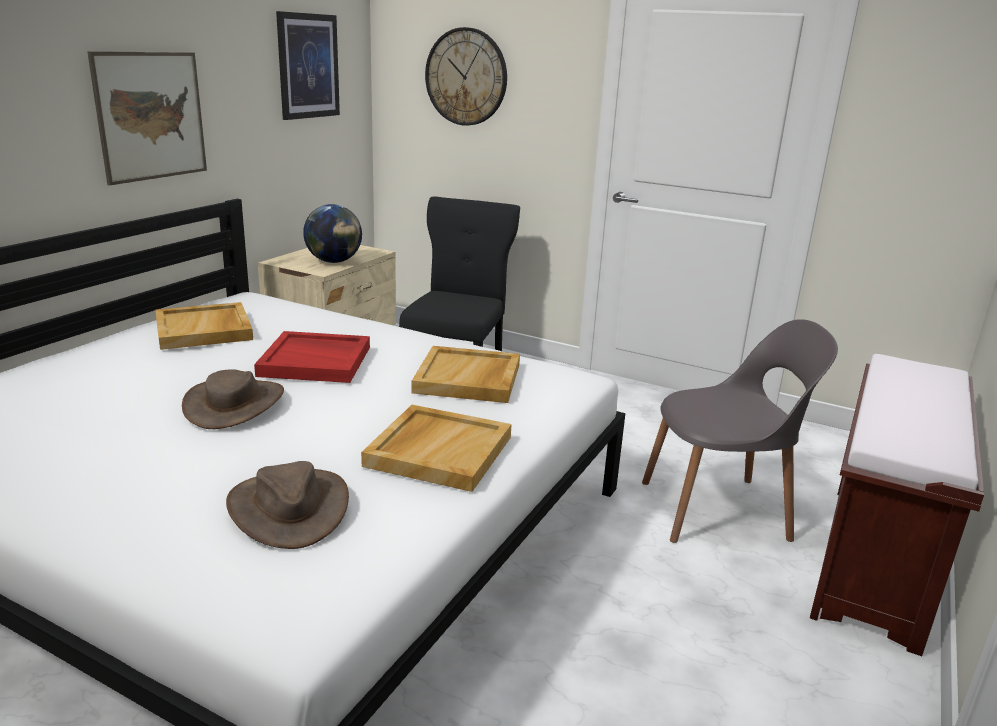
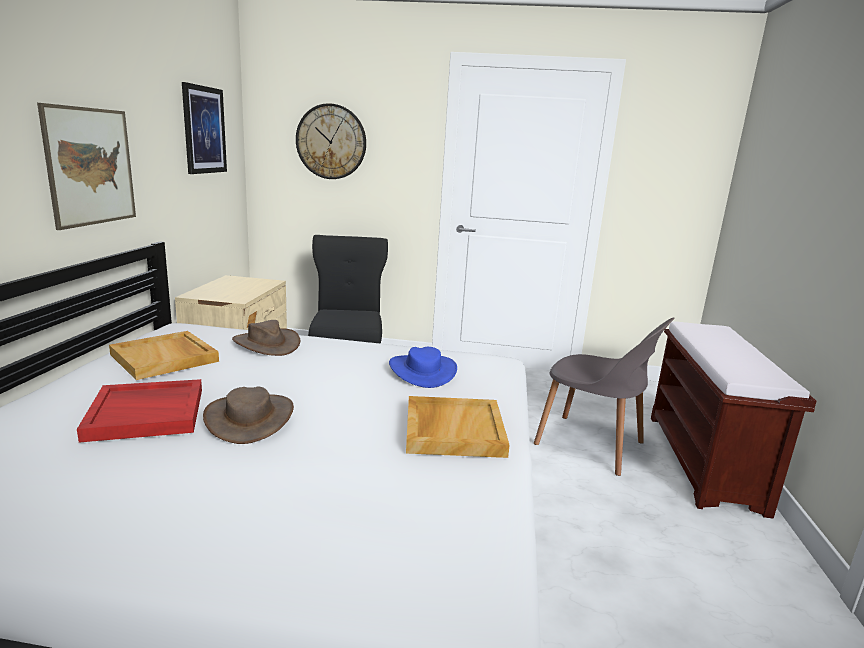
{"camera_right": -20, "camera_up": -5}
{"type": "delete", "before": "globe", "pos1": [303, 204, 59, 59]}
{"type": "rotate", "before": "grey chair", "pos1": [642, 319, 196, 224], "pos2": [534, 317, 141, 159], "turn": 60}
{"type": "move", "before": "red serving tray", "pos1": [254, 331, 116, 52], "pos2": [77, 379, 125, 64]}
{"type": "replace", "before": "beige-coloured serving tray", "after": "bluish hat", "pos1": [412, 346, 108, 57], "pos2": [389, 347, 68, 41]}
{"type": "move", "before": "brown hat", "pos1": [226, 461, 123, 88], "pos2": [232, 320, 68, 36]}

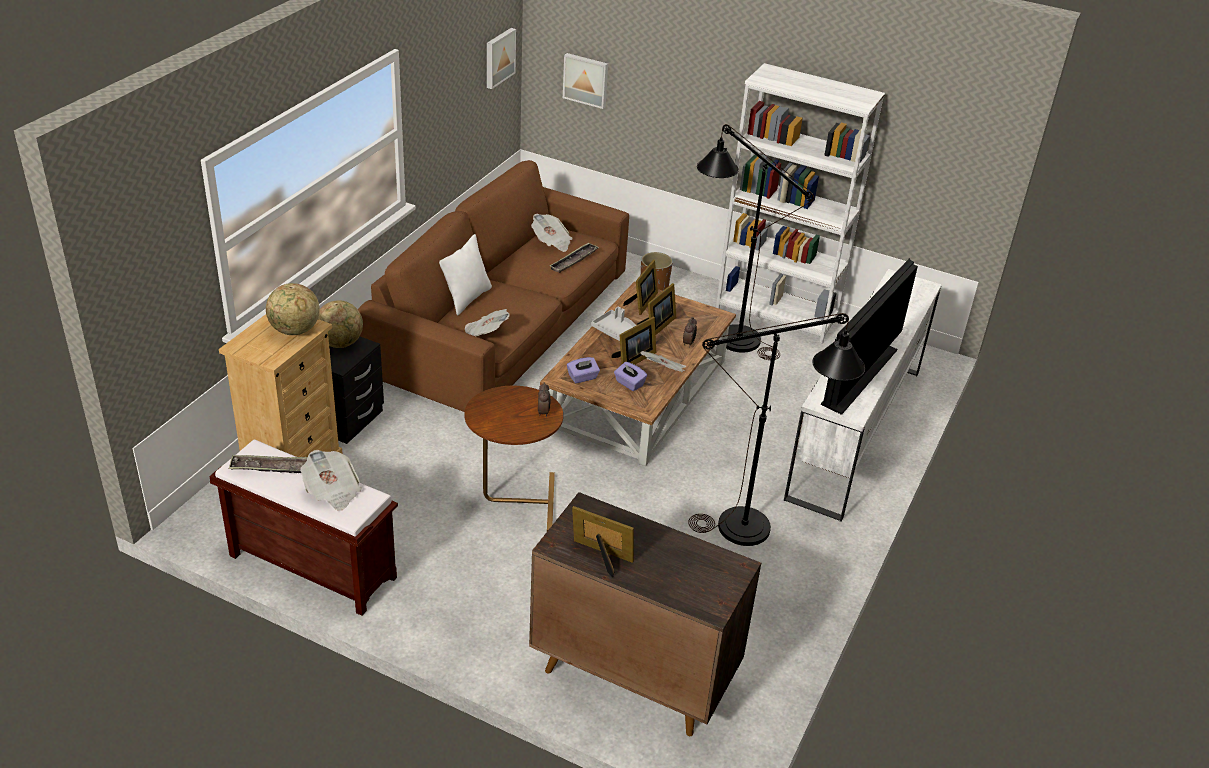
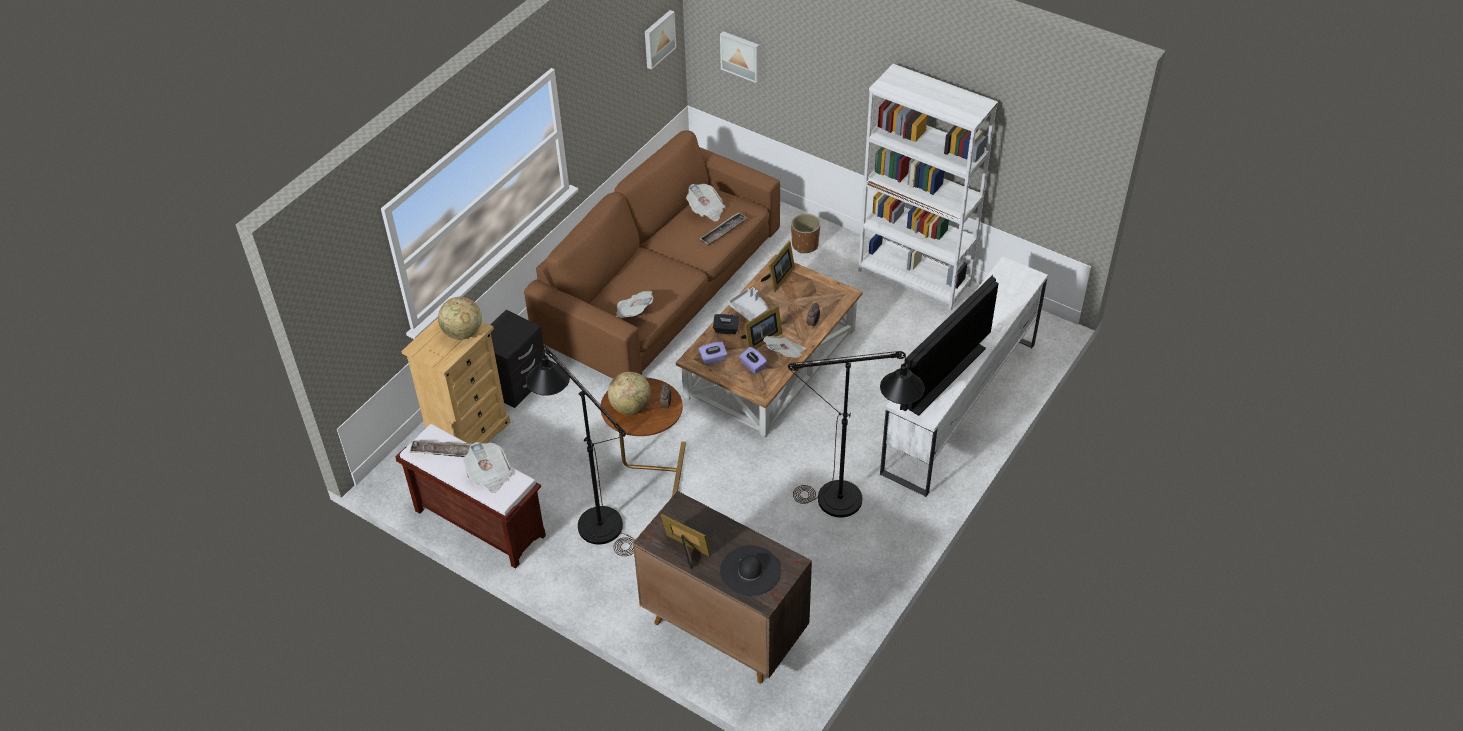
{"camera_right": 10, "camera_up": 10}
{"type": "move", "before": "blackish floor lamp", "pos1": [697, 124, 117, 236], "pos2": [526, 345, 109, 211]}
{"type": "delete", "before": "white pillow", "pos1": [439, 234, 53, 81]}
{"type": "delete", "before": "picture frame", "pos1": [637, 283, 39, 52]}
{"type": "move", "before": "globe", "pos1": [318, 300, 45, 48], "pos2": [608, 372, 43, 43]}
{"type": "insert", "after": "blackish tissue box", "pos2": [713, 314, 26, 21]}
{"type": "insert", "after": "blackish hat", "pos2": [720, 545, 61, 51]}

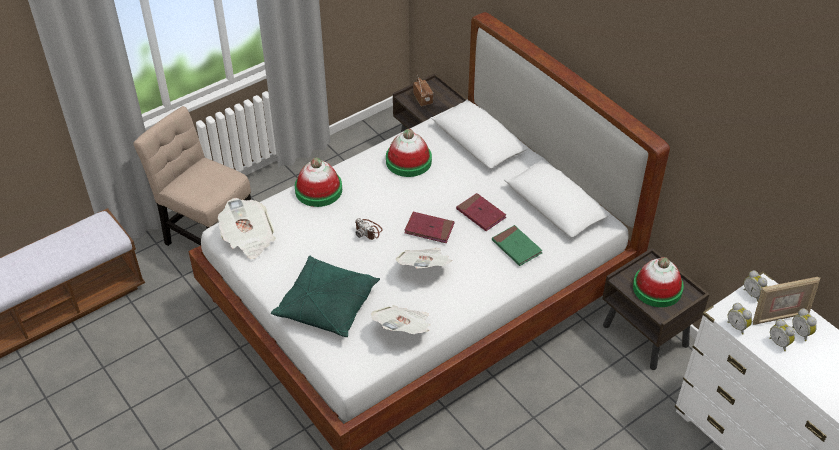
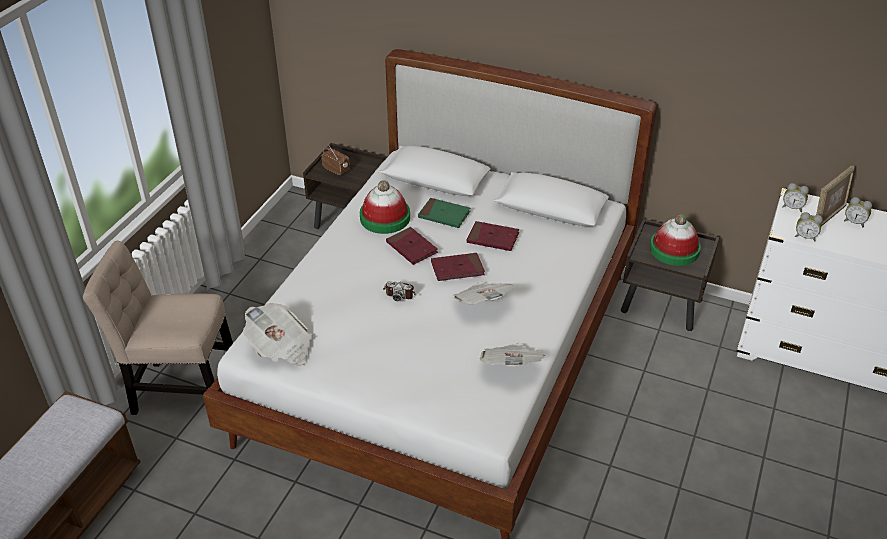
{"camera_right": -30, "camera_up": -5}
{"type": "delete", "before": "hat", "pos1": [295, 158, 47, 49]}
{"type": "move", "before": "green-coloured bound book", "pos1": [492, 225, 50, 41], "pos2": [418, 198, 52, 30]}
{"type": "delete", "before": "green-coloured pillow", "pos1": [271, 256, 109, 81]}
{"type": "delete", "before": "alarm clock", "pos1": [769, 319, 26, 32]}
{"type": "insert", "after": "red bound book", "pos2": [386, 227, 52, 38]}

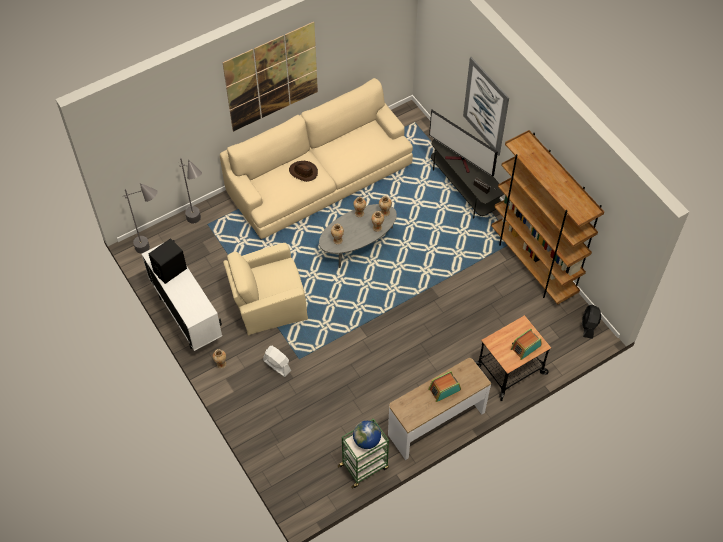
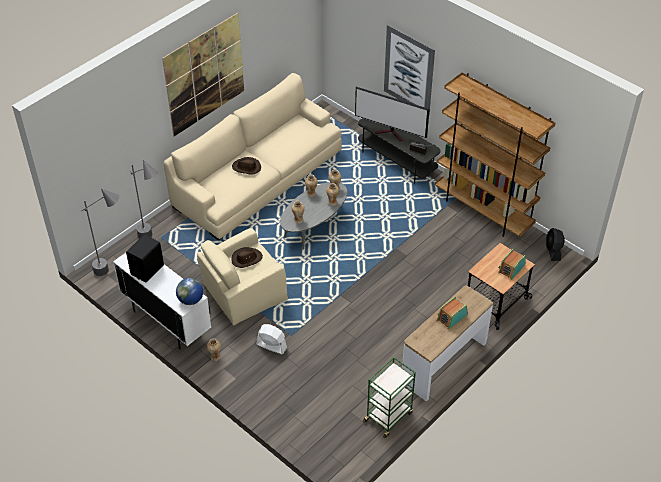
{"camera_right": -15, "camera_up": -10}
{"type": "move", "before": "globe", "pos1": [353, 421, 28, 28], "pos2": [176, 278, 27, 27]}
{"type": "insert", "after": "brown hat", "pos2": [231, 247, 32, 21]}

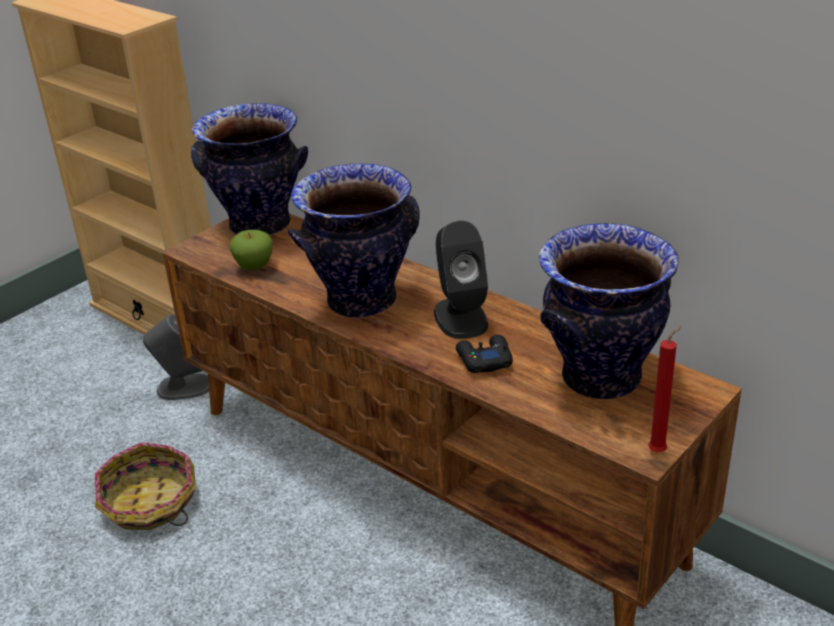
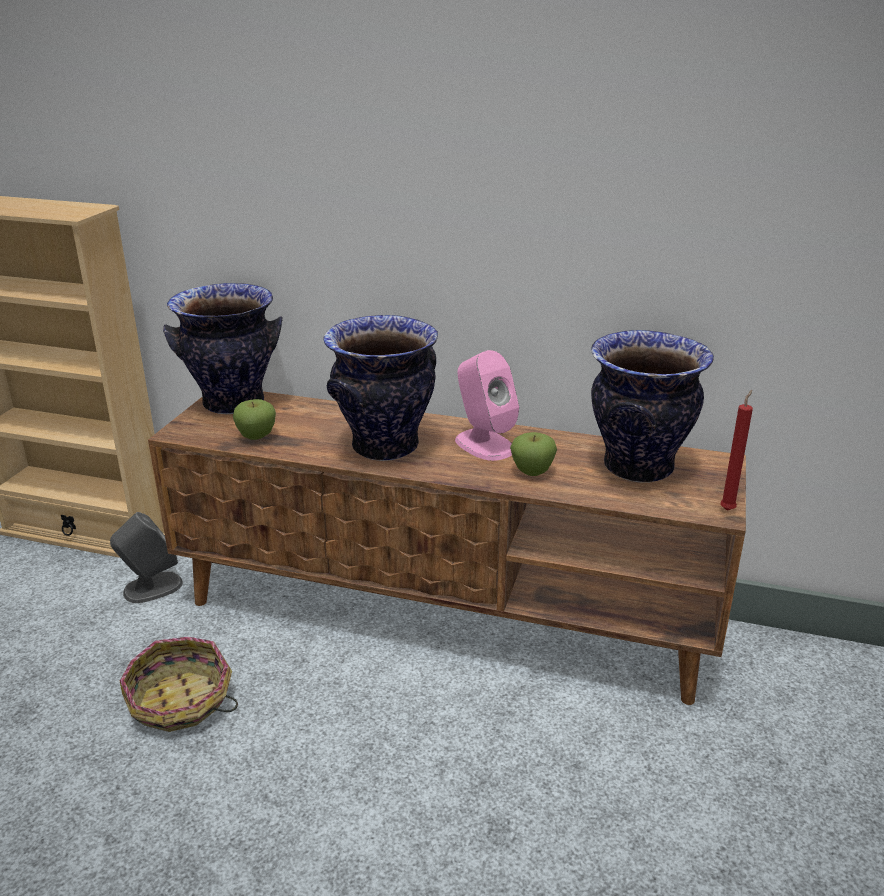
{"camera_right": -25, "camera_up": -5}
{"type": "recolor", "before": "blackish speaker", "after": "pink-coloured speaker", "pos1": [434, 221, 54, 118], "pos2": [455, 350, 64, 111]}
{"type": "replace", "before": "blackish joypad", "after": "whole apple", "pos1": [456, 335, 57, 38], "pos2": [510, 432, 47, 44]}

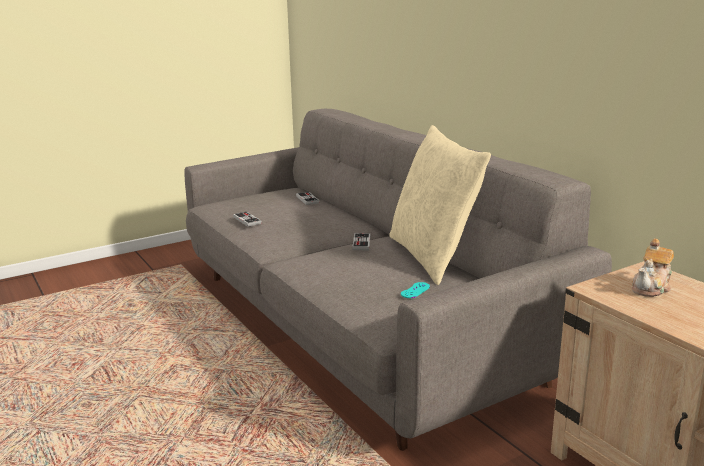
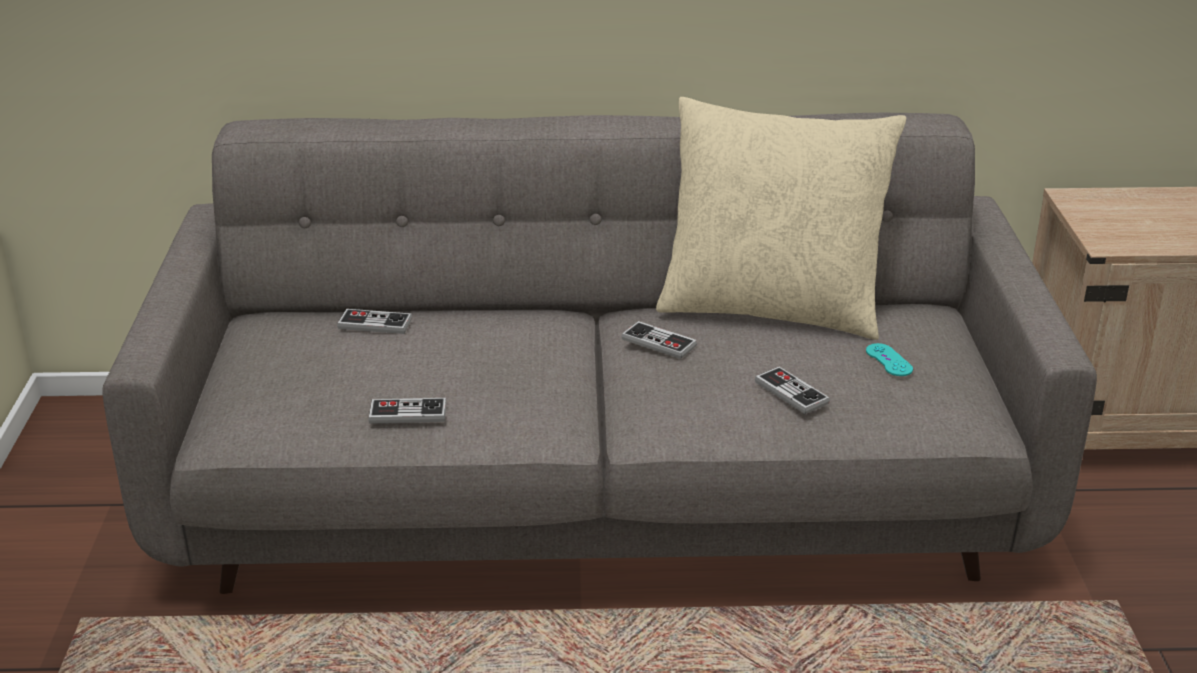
{"camera_right": -60, "camera_up": 10}
{"type": "delete", "before": "pot for tea", "pos1": [632, 239, 42, 58]}
{"type": "insert", "after": "joypad", "pos2": [755, 367, 75, 47]}

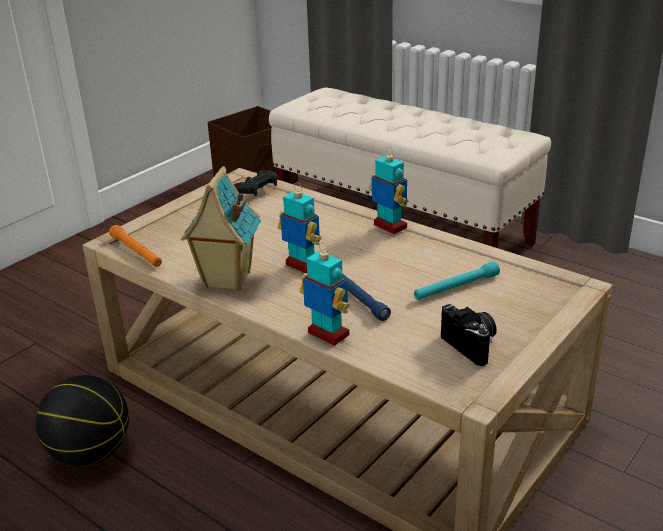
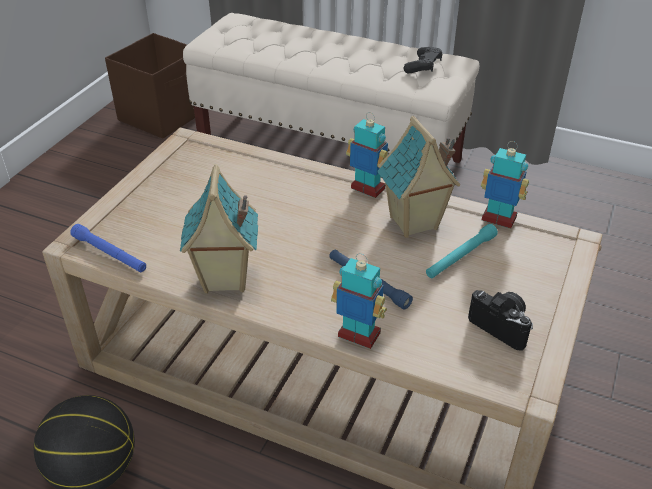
{"camera_right": -15, "camera_up": 10}
{"type": "move", "before": "blackish joypad", "pos1": [233, 170, 45, 26], "pos2": [404, 47, 39, 27]}
{"type": "move", "before": "toy robot", "pos1": [278, 182, 44, 91], "pos2": [481, 141, 48, 87]}
{"type": "recolor", "before": "orange flashlight", "after": "bluish flashlight", "pos1": [109, 225, 53, 42], "pos2": [70, 224, 76, 48]}
{"type": "insert", "after": "miniature house", "pos2": [377, 116, 84, 121]}

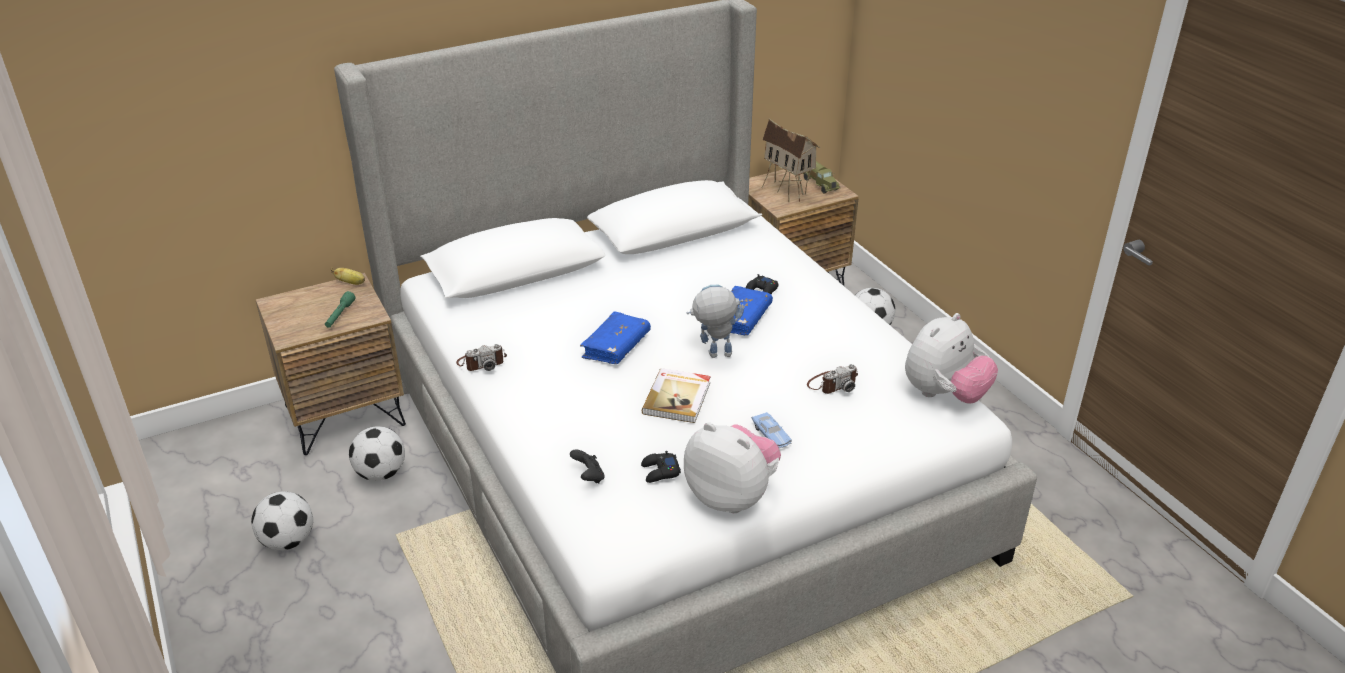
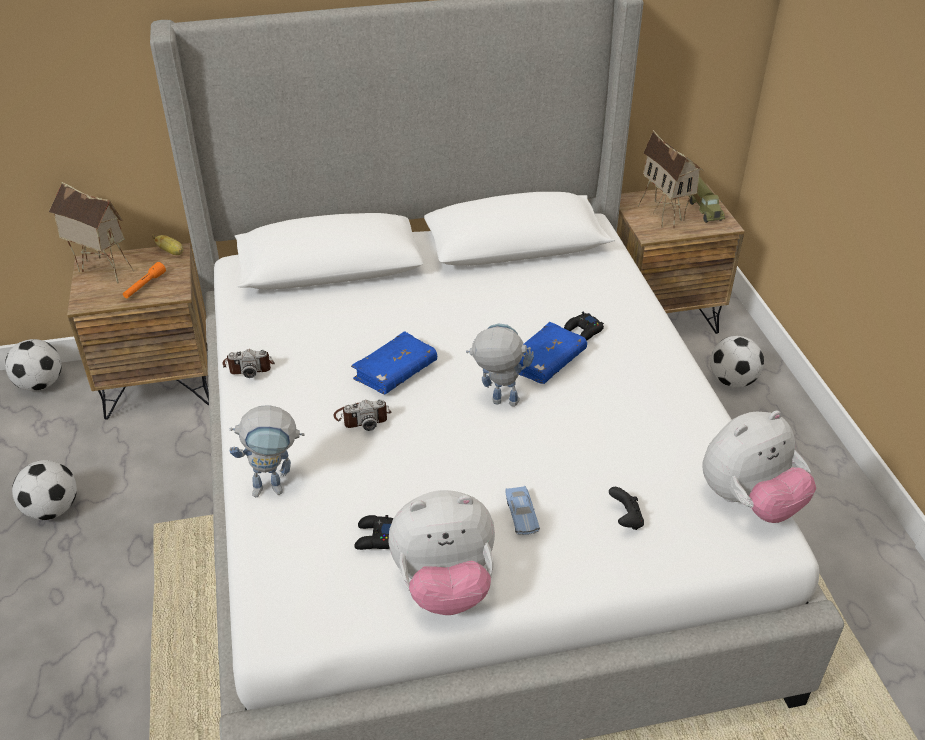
{"camera_right": 15, "camera_up": 5}
{"type": "recolor", "before": "green-coloured flashlight", "after": "orange flashlight", "pos1": [325, 291, 30, 37], "pos2": [123, 262, 43, 36]}
{"type": "move", "before": "still camera", "pos1": [807, 364, 51, 30], "pos2": [333, 399, 58, 32]}
{"type": "delete", "before": "bound book", "pos1": [642, 368, 69, 55]}
{"type": "rotate", "before": "soft toy", "pos1": [684, 422, 97, 91], "pos2": [389, 490, 106, 125], "turn": 120}
{"type": "move", "before": "ball for football", "pos1": [349, 426, 56, 55], "pos2": [5, 339, 57, 52]}
{"type": "move", "before": "blackish joypad", "pos1": [570, 449, 35, 34], "pos2": [609, 487, 35, 43]}
{"type": "insert", "after": "miniature house", "pos2": [49, 182, 85, 102]}
{"type": "insert", "after": "toy robot", "pos2": [229, 405, 76, 92]}

